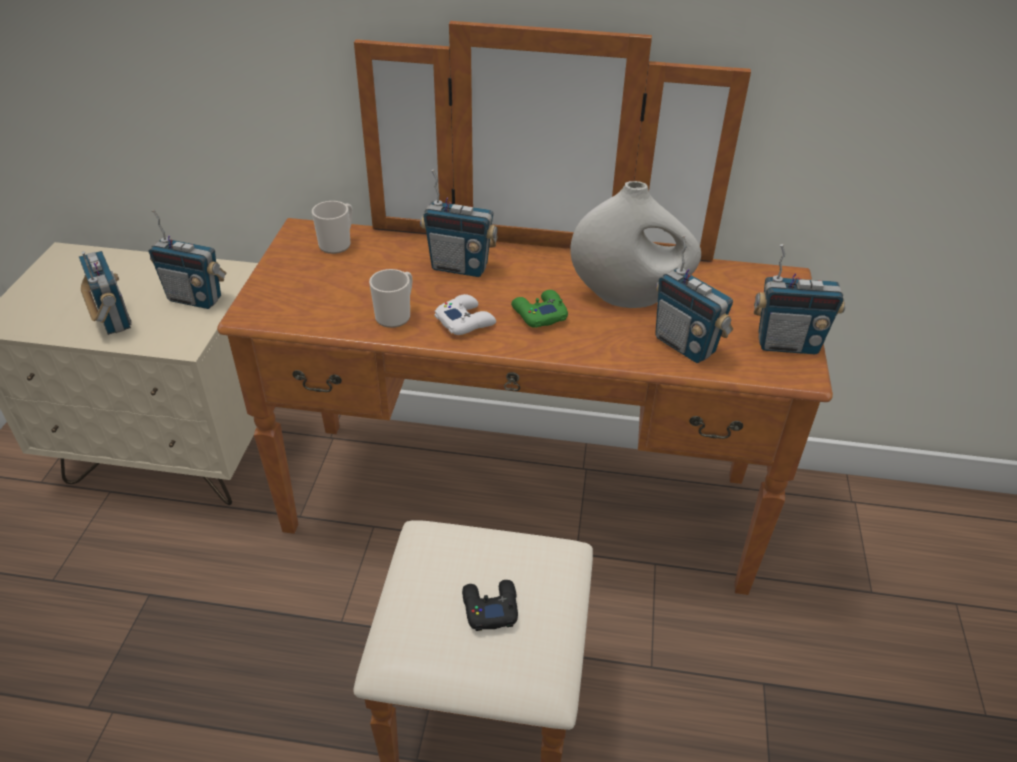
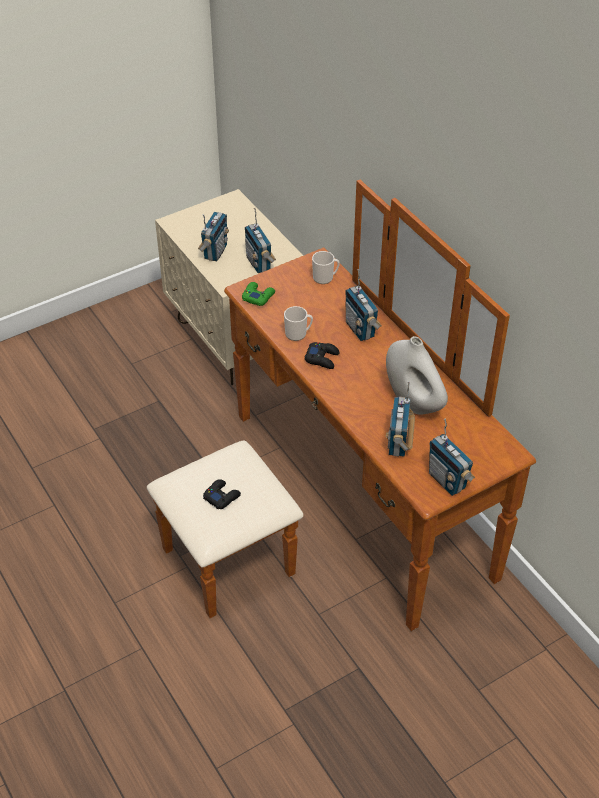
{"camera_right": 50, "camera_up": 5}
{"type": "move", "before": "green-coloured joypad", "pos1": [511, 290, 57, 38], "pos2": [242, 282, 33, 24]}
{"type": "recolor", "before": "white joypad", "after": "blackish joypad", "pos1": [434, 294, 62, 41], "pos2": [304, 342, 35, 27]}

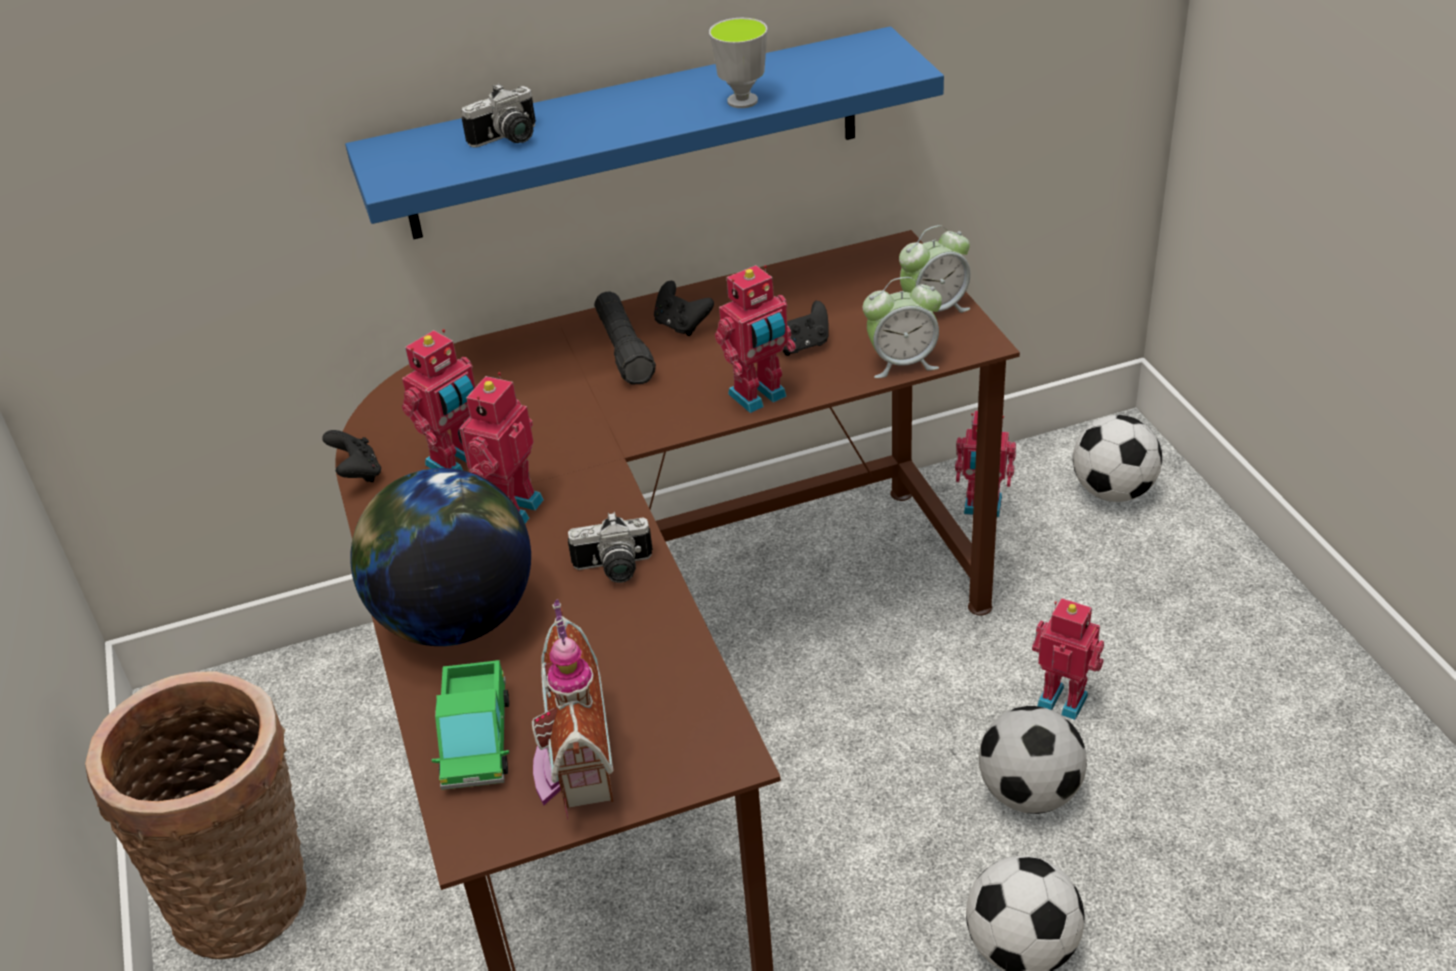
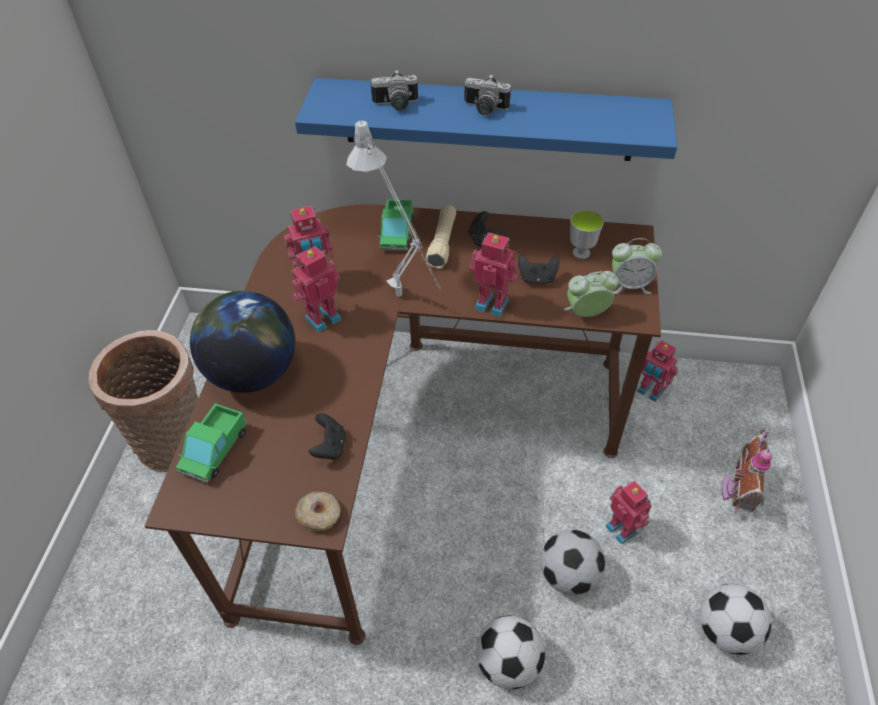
{"camera_right": 25, "camera_up": 10}
{"type": "move", "before": "cup", "pos1": [709, 18, 58, 90], "pos2": [570, 210, 34, 49]}
{"type": "rotate", "before": "toy robot", "pos1": [715, 265, 81, 148], "pos2": [470, 232, 48, 85], "turn": -150}
{"type": "rotate", "before": "alarm clock", "pos1": [863, 277, 79, 101], "pos2": [564, 271, 55, 46], "turn": 150}
{"type": "recolor", "before": "blackish flashlight", "after": "beige-coloured flashlight", "pos1": [594, 292, 62, 93], "pos2": [426, 205, 30, 64]}
{"type": "move", "before": "ball for football", "pos1": [1073, 415, 89, 87], "pos2": [699, 584, 72, 71]}
{"type": "move", "before": "blackish joypad", "pos1": [322, 430, 59, 52], "pos2": [309, 413, 37, 47]}
{"type": "move", "before": "still camera", "pos1": [568, 512, 85, 71], "pos2": [465, 74, 46, 41]}
{"type": "move", "before": "miniature house", "pos1": [532, 599, 81, 220], "pos2": [722, 429, 50, 85]}
{"type": "insert", "after": "grey table lamp", "pos2": [346, 120, 94, 177]}
{"type": "insert", "after": "model truck", "pos2": [377, 199, 37, 52]}
{"type": "insert", "after": "doughnut", "pos2": [295, 492, 46, 40]}

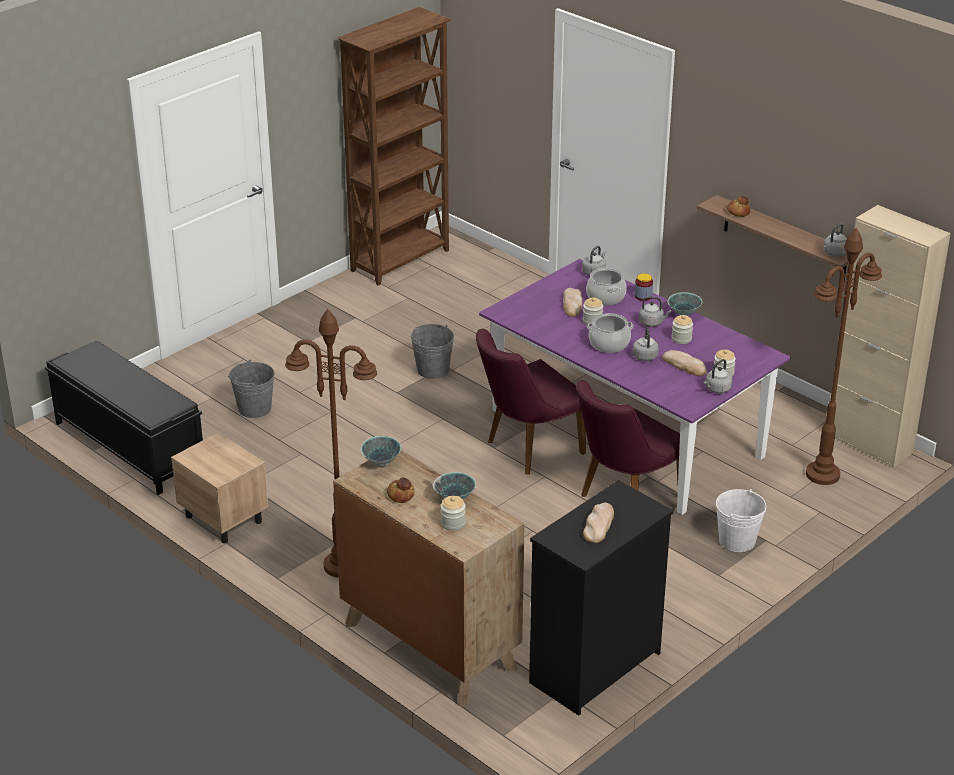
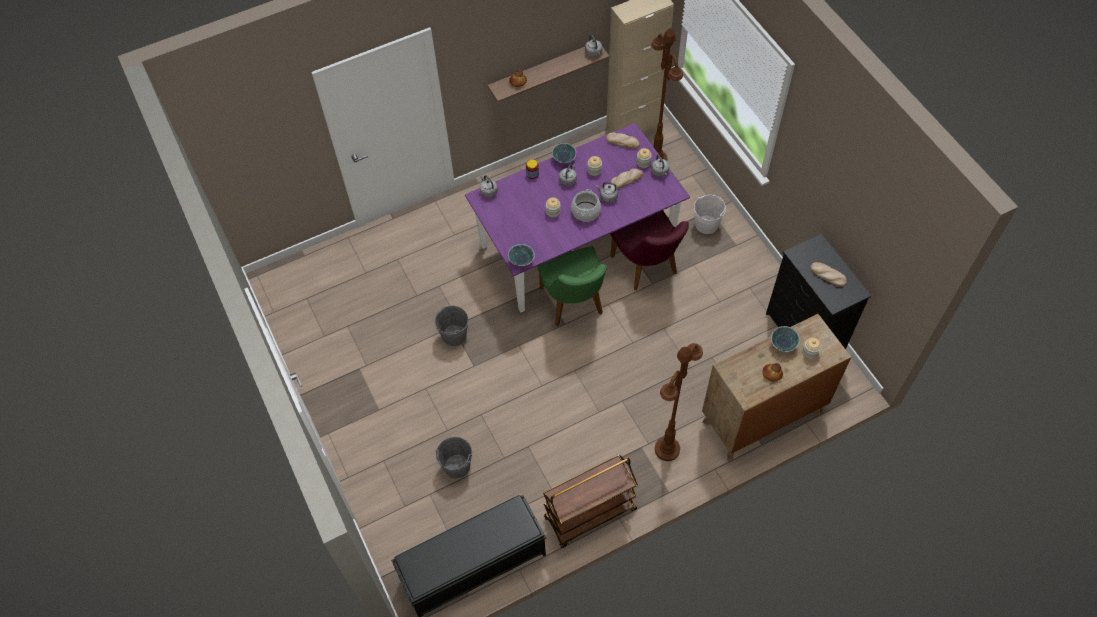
{"camera_right": -70, "camera_up": 25}
{"type": "delete", "before": "brown bookcase", "pos1": [337, 7, 115, 279]}
{"type": "delete", "before": "stockpot", "pos1": [586, 268, 41, 37]}
{"type": "move", "before": "bread", "pos1": [563, 288, 19, 29], "pos2": [606, 132, 34, 17]}
{"type": "recolor", "before": "purple chair", "after": "green-coloured chair", "pos1": [476, 329, 110, 145], "pos2": [537, 246, 70, 80]}
{"type": "replace", "before": "beige-coloured night table", "after": "brown trolley", "pos1": [171, 432, 97, 111], "pos2": [543, 455, 95, 93]}
{"type": "move", "before": "serving bowl", "pos1": [361, 436, 40, 30], "pos2": [508, 244, 27, 22]}

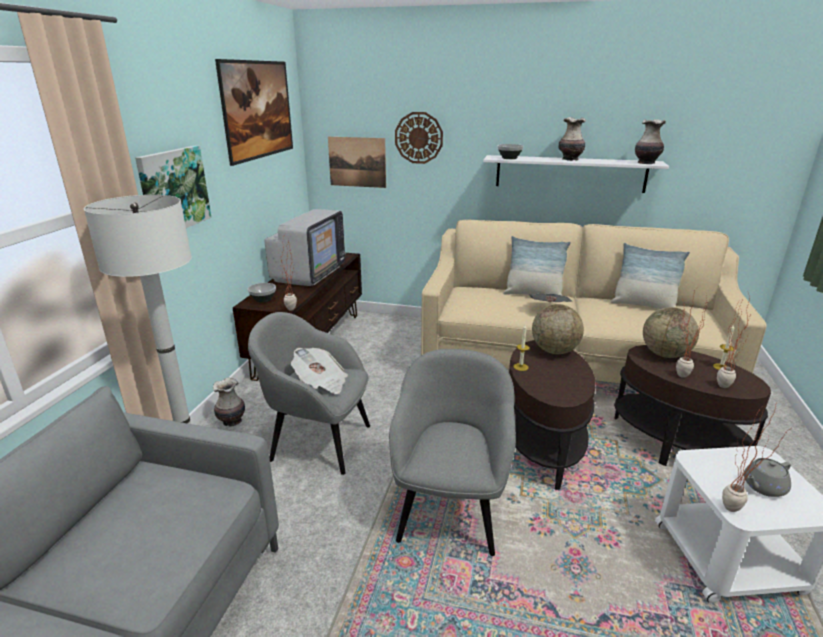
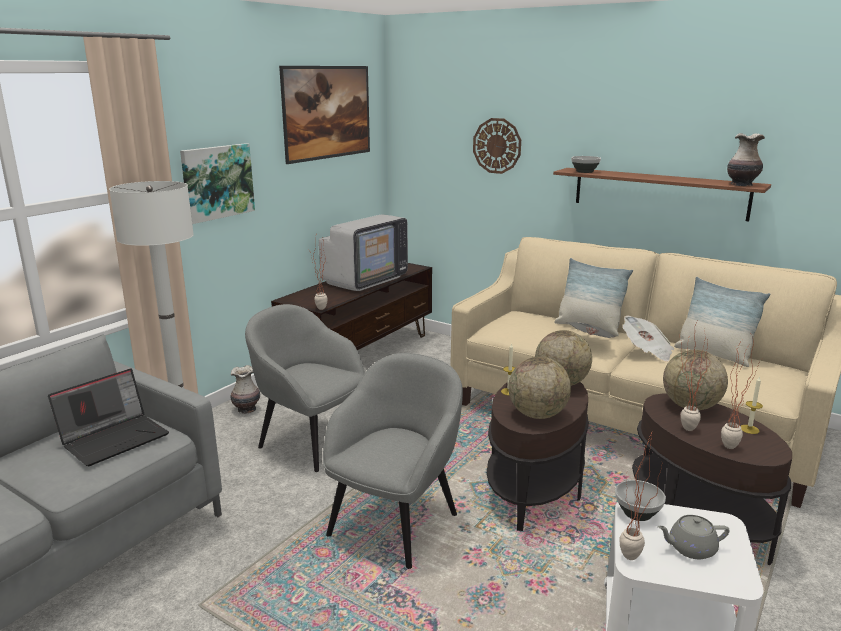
{"camera_right": 20, "camera_up": -5}
{"type": "delete", "before": "flower vase", "pos1": [558, 117, 28, 44]}
{"type": "delete", "before": "wall art", "pos1": [328, 137, 58, 51]}
{"type": "recolor", "before": "white shelf", "after": "brown shelf", "pos1": [483, 155, 186, 38], "pos2": [553, 168, 218, 53]}
{"type": "move", "before": "serving bowl", "pos1": [248, 283, 28, 20], "pos2": [615, 480, 51, 41]}
{"type": "move", "before": "printed paper", "pos1": [291, 348, 57, 46], "pos2": [623, 316, 51, 46]}
{"type": "insert", "after": "globe", "pos2": [508, 356, 63, 63]}
{"type": "insert", "after": "notebook computer", "pos2": [48, 368, 121, 98]}

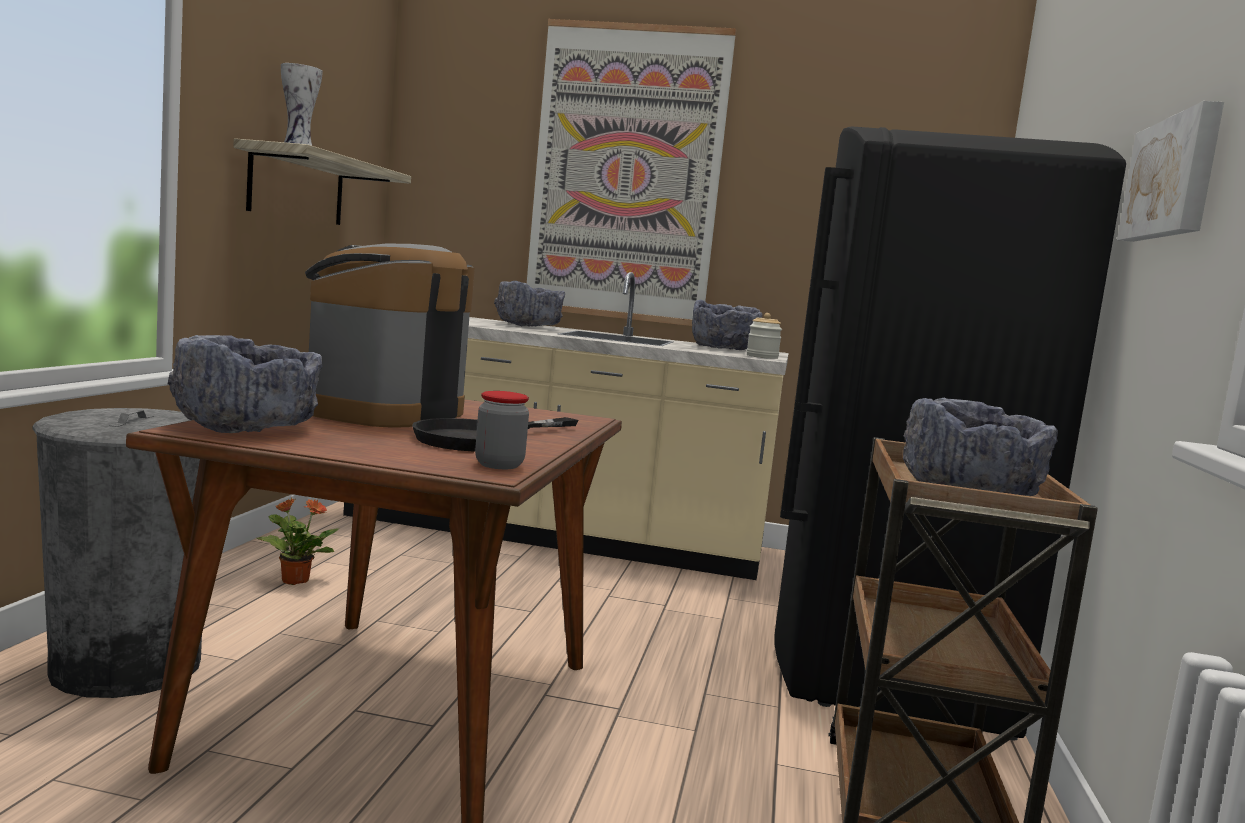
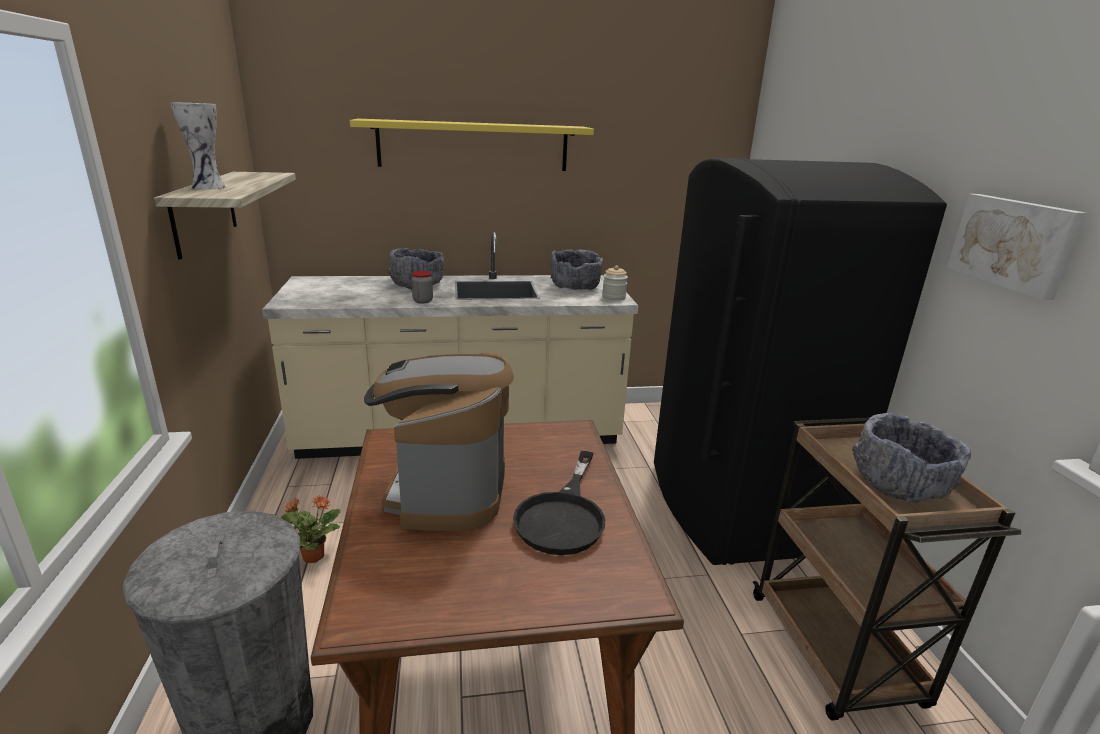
{"camera_right": -20, "camera_up": 15}
{"type": "replace", "before": "wall art", "after": "yellow-coloured shelf", "pos1": [527, 19, 209, 307], "pos2": [350, 119, 244, 52]}
{"type": "delete", "before": "grey serving bowl", "pos1": [168, 335, 154, 98]}
{"type": "move", "before": "storage jar", "pos1": [475, 391, 54, 78], "pos2": [412, 271, 21, 33]}

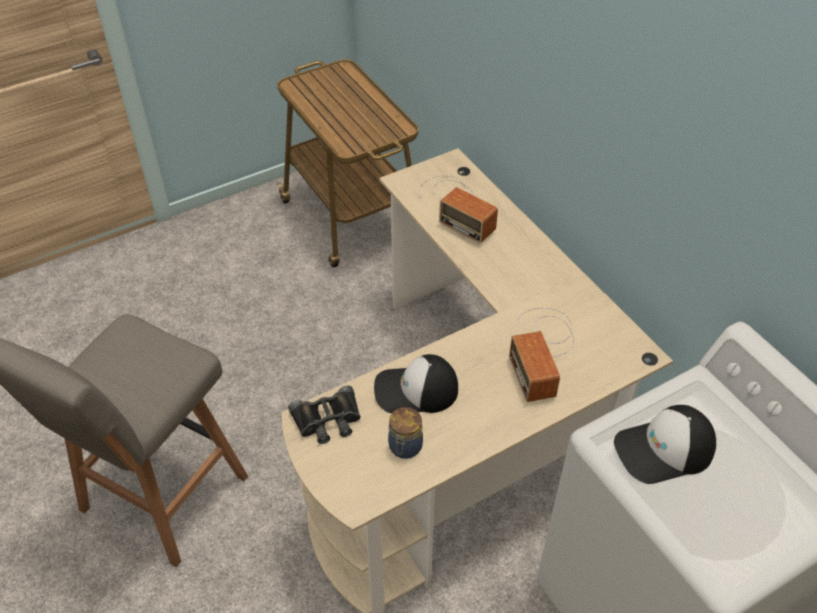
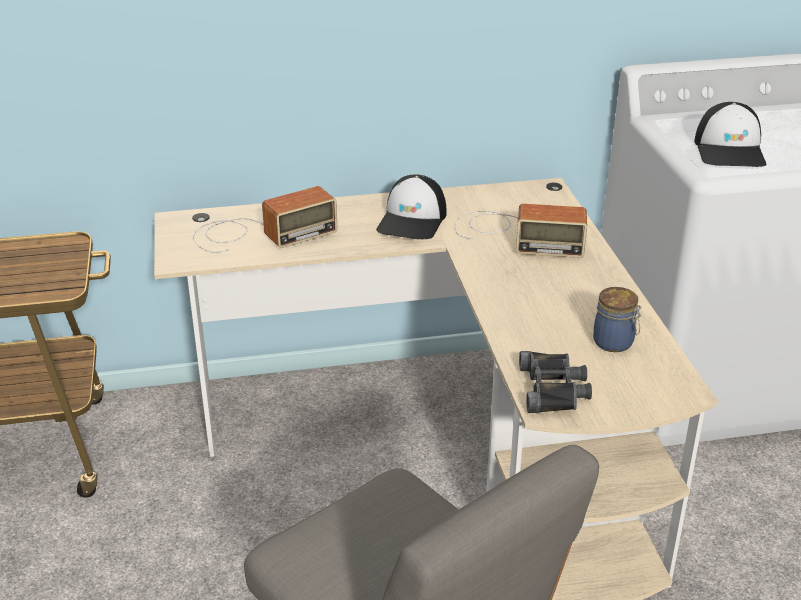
{"camera_right": -70, "camera_up": -15}
{"type": "move", "before": "cap", "pos1": [374, 354, 84, 59], "pos2": [376, 174, 71, 66]}

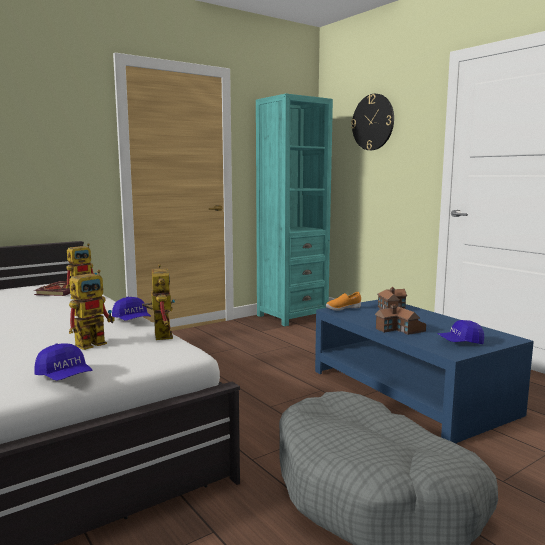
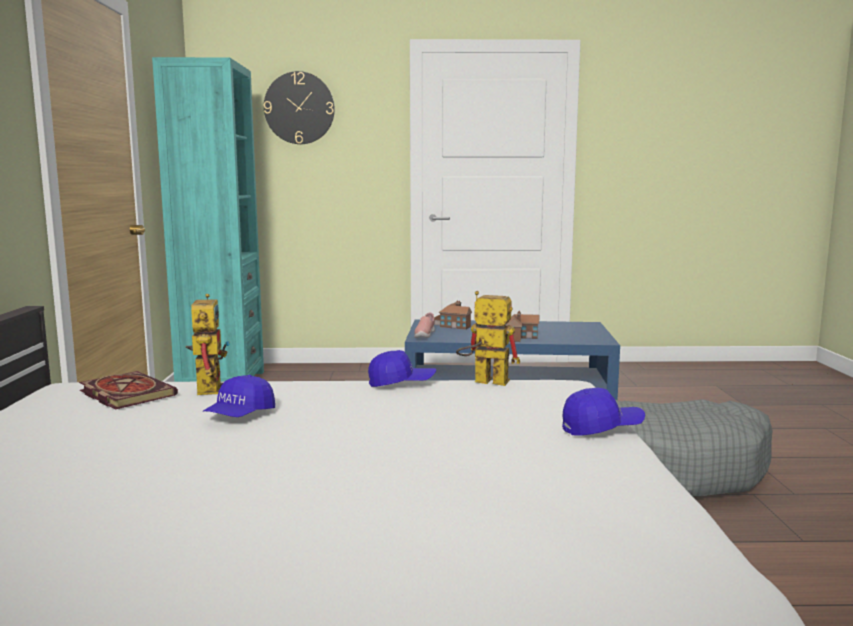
{"camera_right": -55, "camera_up": 0}
{"type": "delete", "before": "toy robot", "pos1": [69, 270, 46, 80]}
{"type": "recolor", "before": "orange shoe", "after": "pink-coloured shoe", "pos1": [326, 292, 35, 19], "pos2": [414, 312, 21, 26]}
{"type": "move", "before": "bluish cap", "pos1": [438, 320, 46, 24], "pos2": [203, 375, 72, 42]}

